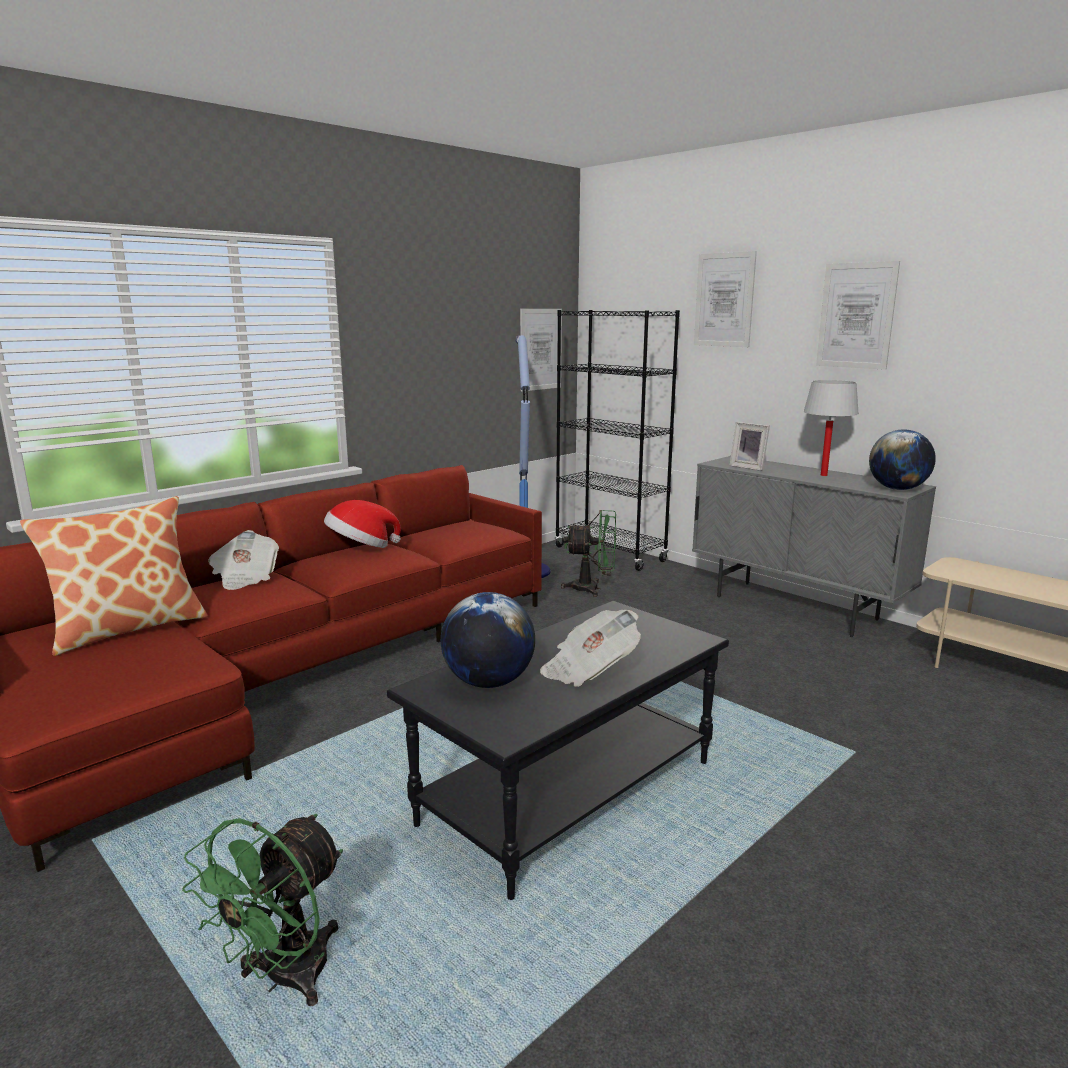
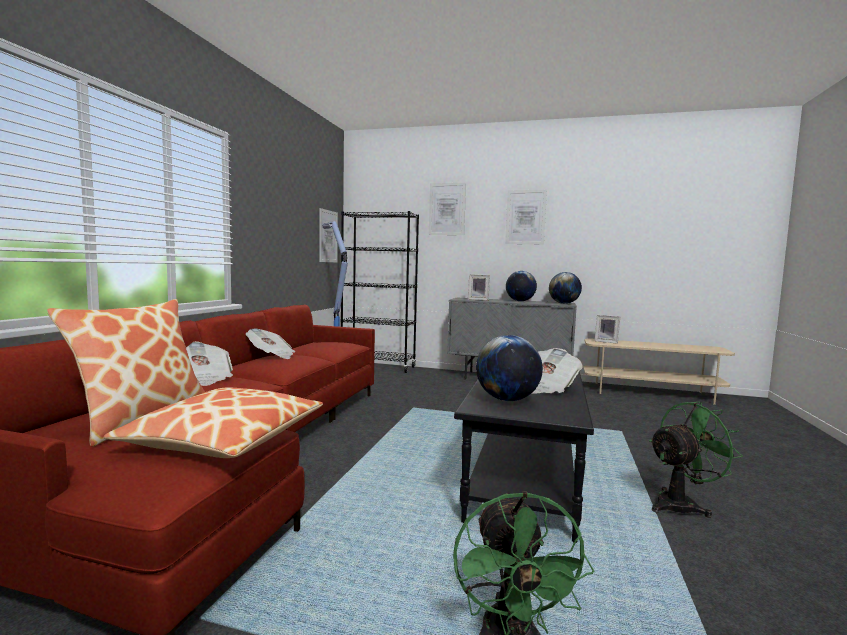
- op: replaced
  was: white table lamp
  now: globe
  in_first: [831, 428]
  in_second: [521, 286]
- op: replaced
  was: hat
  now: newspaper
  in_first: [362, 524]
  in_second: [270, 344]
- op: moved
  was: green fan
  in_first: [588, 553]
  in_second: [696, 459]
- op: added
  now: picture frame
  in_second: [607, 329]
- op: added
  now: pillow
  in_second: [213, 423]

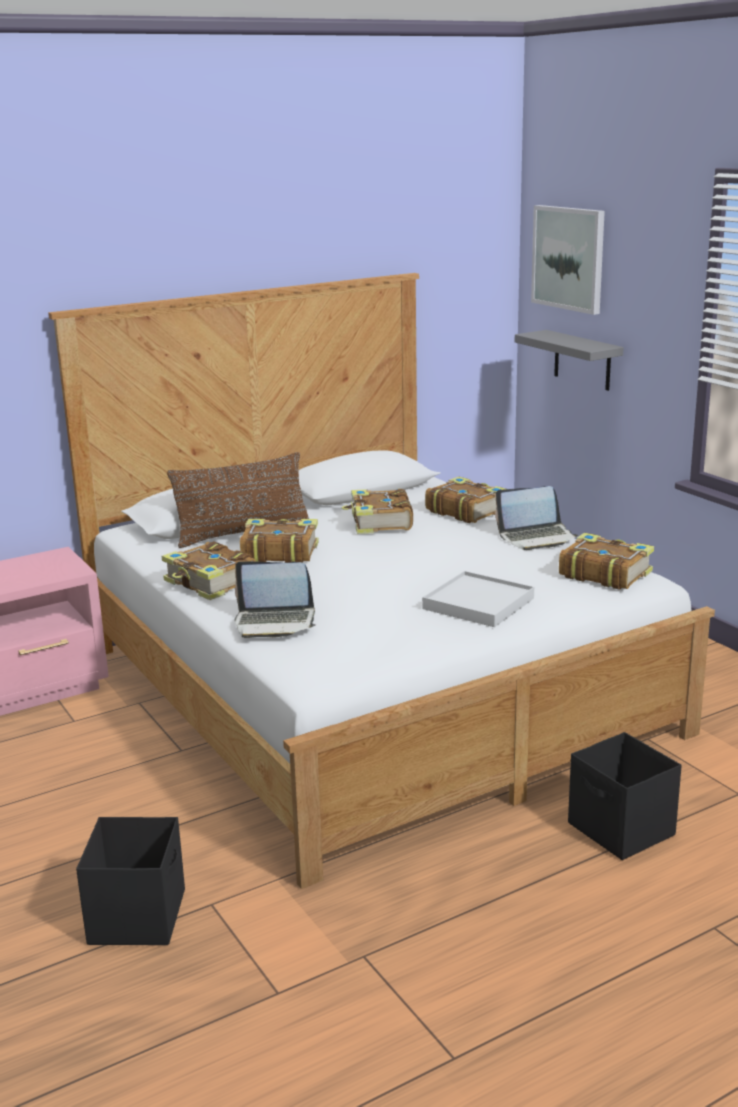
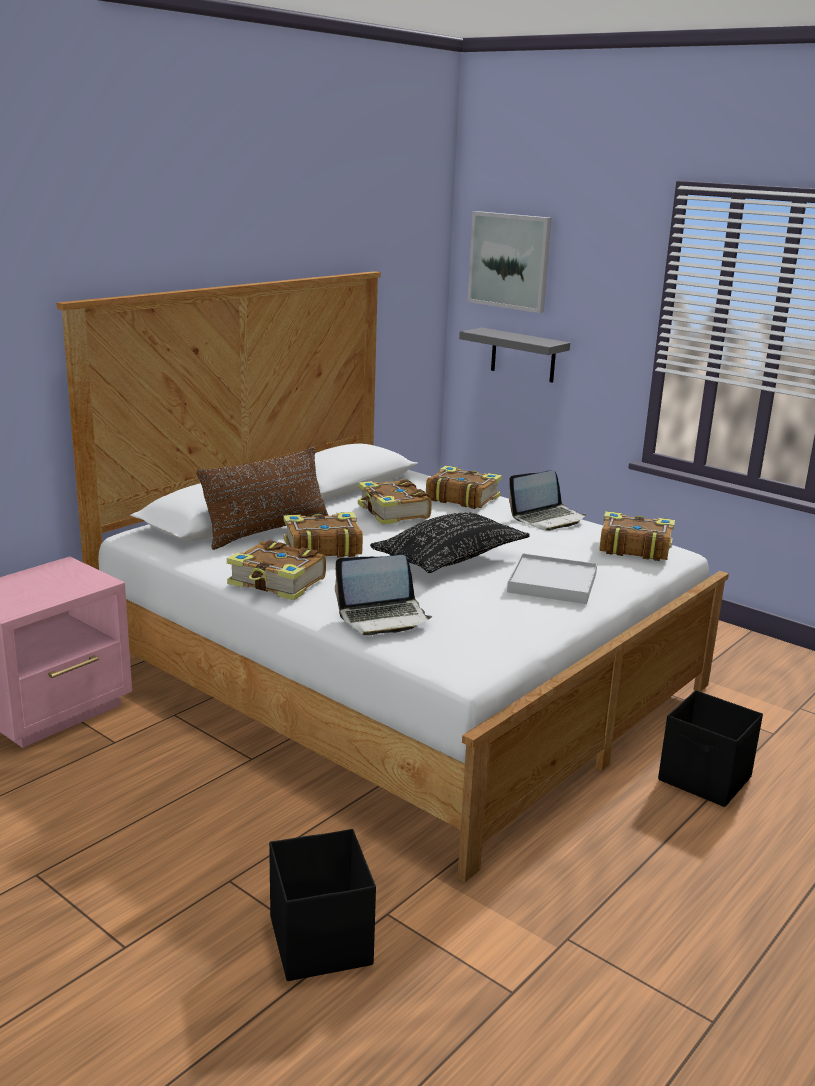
- op: added
  now: black pillow
  in_second: [449, 542]

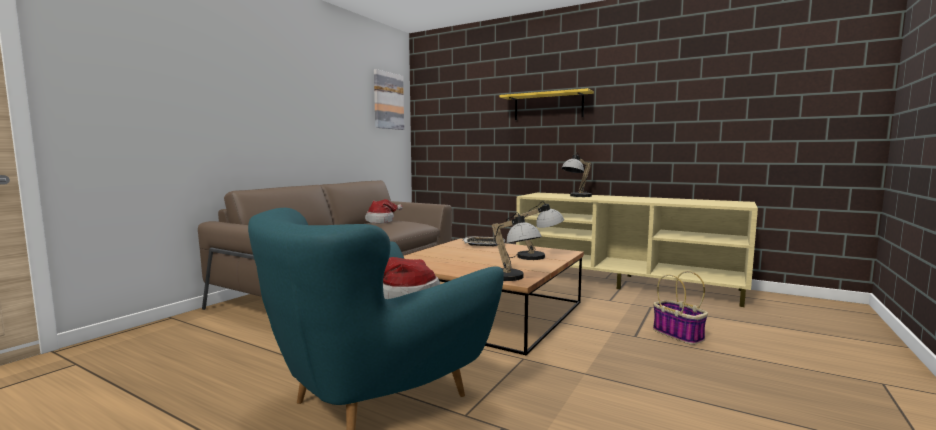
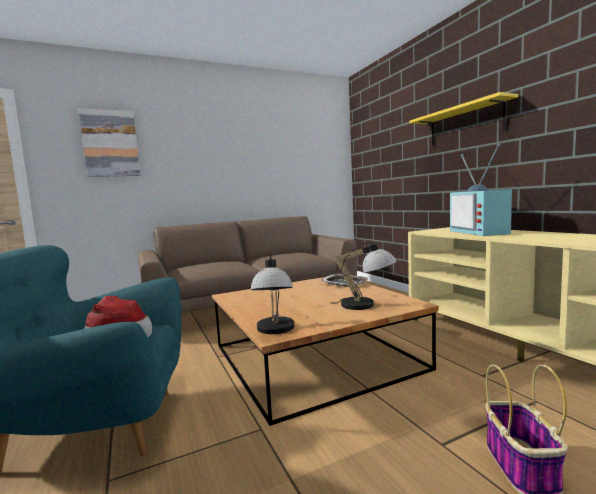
- op: moved
  was: picture
  in_first: [389, 99]
  in_second: [109, 143]
- op: replaced
  was: table lamp
  now: television
  in_first: [577, 175]
  in_second: [481, 190]
- op: removed
  was: hat
  in_first: [384, 211]

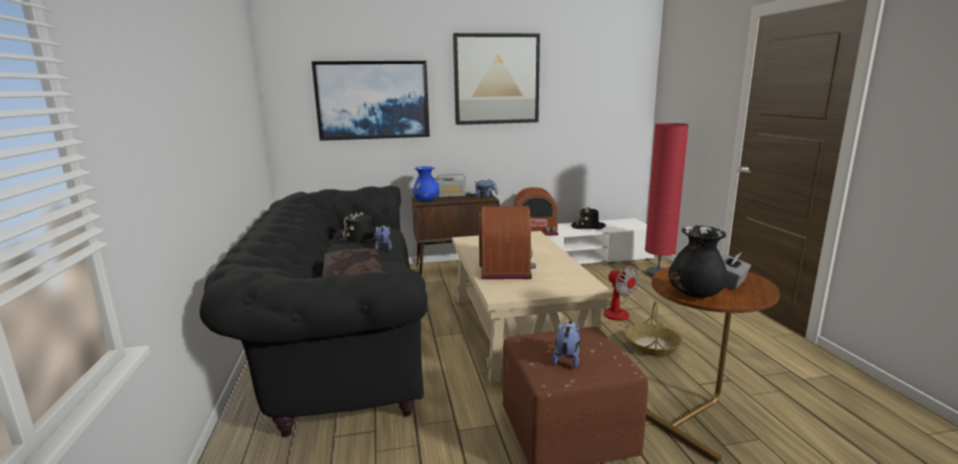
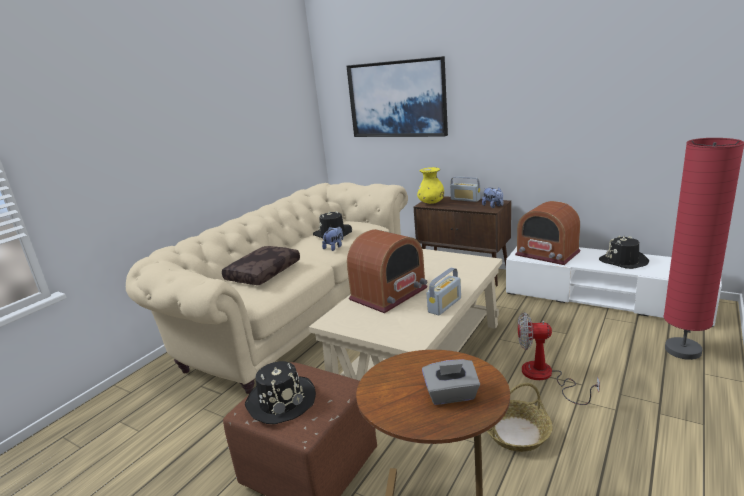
- op: removed
  was: picture
  in_first: [496, 79]
- op: recoloured
  was: blue vase
  now: yellow vase
  in_first: [426, 184]
  in_second: [430, 185]
- op: recoloured
  was: black sofa
  now: beige sofa
  in_first: [313, 311]
  in_second: [267, 288]
- op: removed
  was: black vase
  in_first: [698, 261]
- op: turned
  was: fan
  in_first: [621, 293]
  in_second: [559, 358]
  clockwise: 90
- op: replaced
  was: plush toy
  now: black hat
  in_first: [566, 344]
  in_second: [280, 392]
- op: added
  now: radio
  in_second: [443, 291]

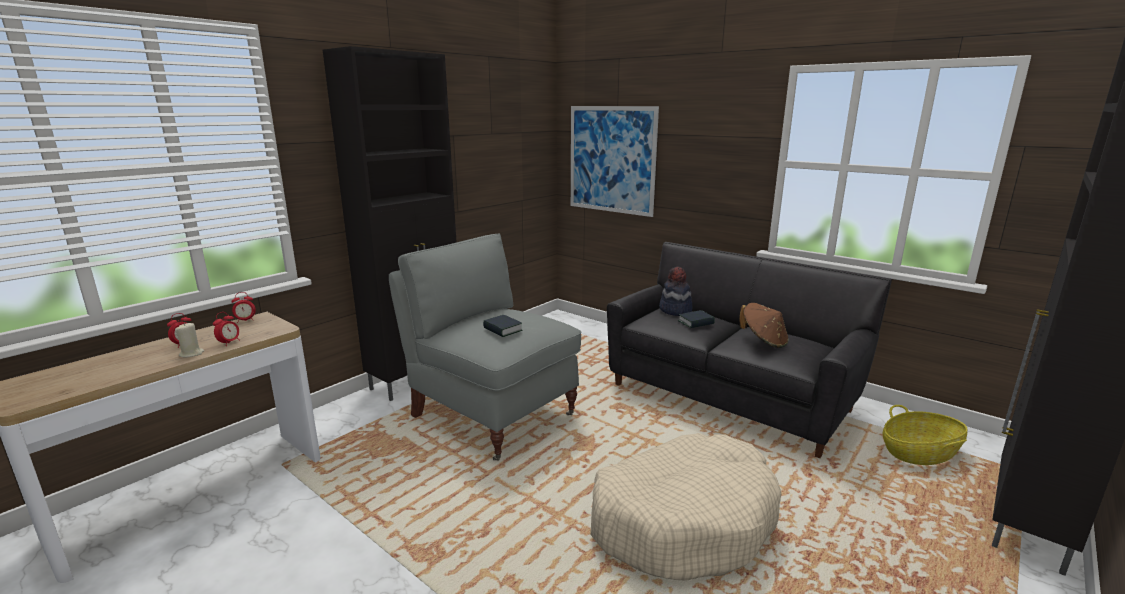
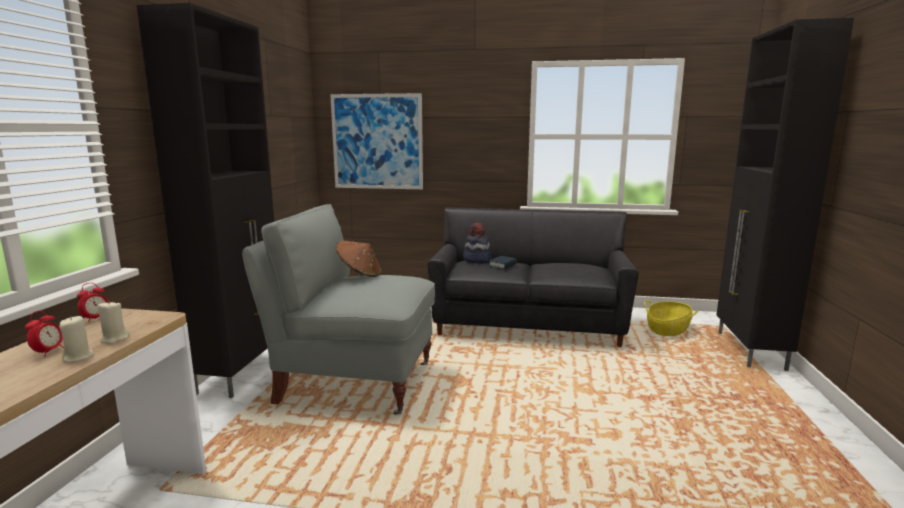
- op: moved
  was: brown hat
  in_first: [764, 325]
  in_second: [358, 259]
- op: replaced
  was: alarm clock
  now: beige candle
  in_first: [226, 328]
  in_second: [113, 322]
- op: removed
  was: book
  in_first: [503, 326]
- op: removed
  was: beige dog bed
  in_first: [685, 507]

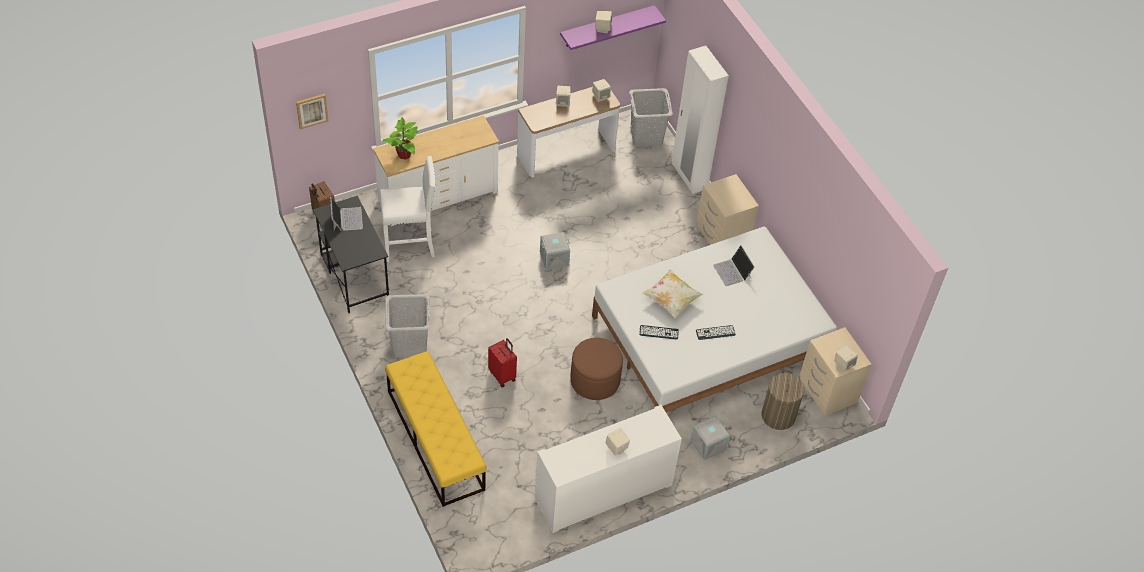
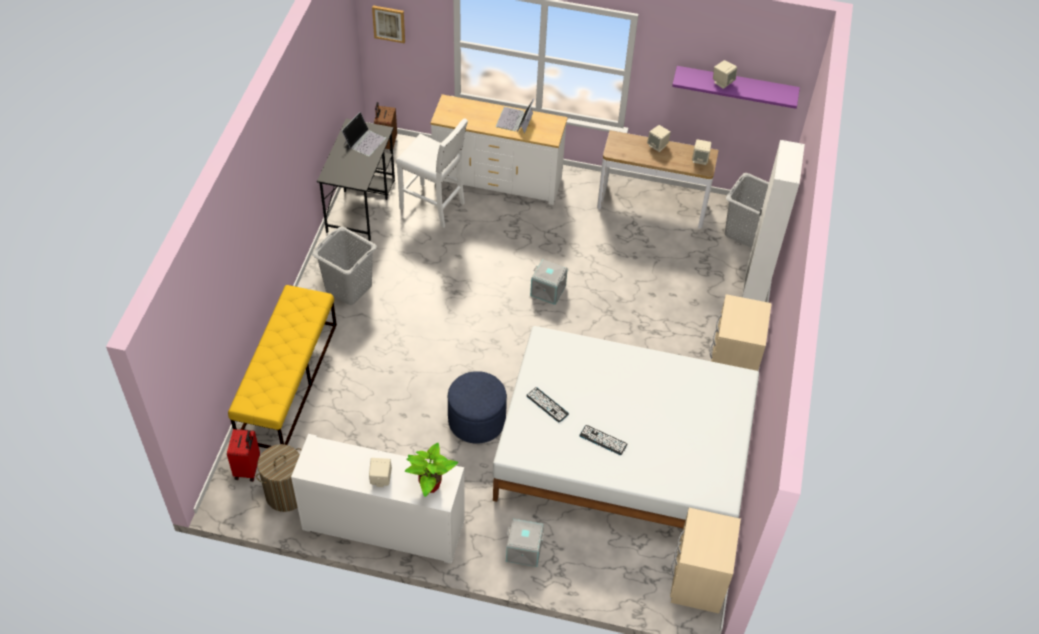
- op: moved
  was: potted plant
  in_first: [401, 138]
  in_second: [431, 470]
- op: moved
  was: laptop
  in_first: [734, 265]
  in_second: [515, 116]
- op: removed
  was: pillow
  in_first: [672, 293]
- op: moved
  was: red suitcase
  in_first: [502, 362]
  in_second: [243, 455]
- op: recoloured
  was: brown ottoman
  now: blue ottoman
  in_first: [596, 369]
  in_second: [477, 407]
- op: removed
  was: beige speaker
  in_first: [846, 359]
- op: moved
  was: laundry basket
  in_first: [783, 400]
  in_second: [279, 478]

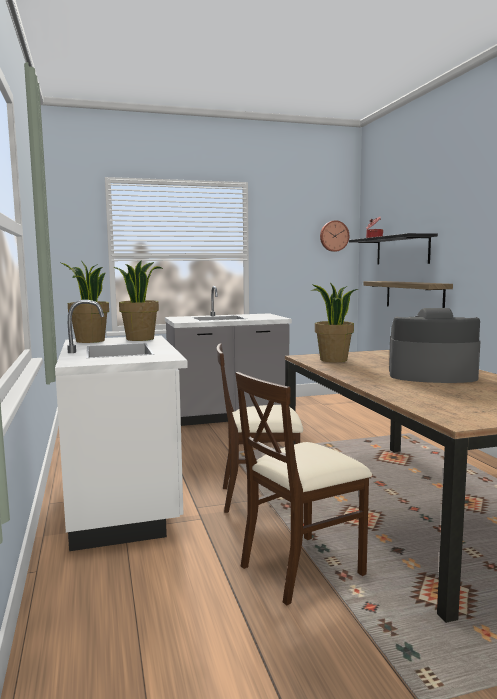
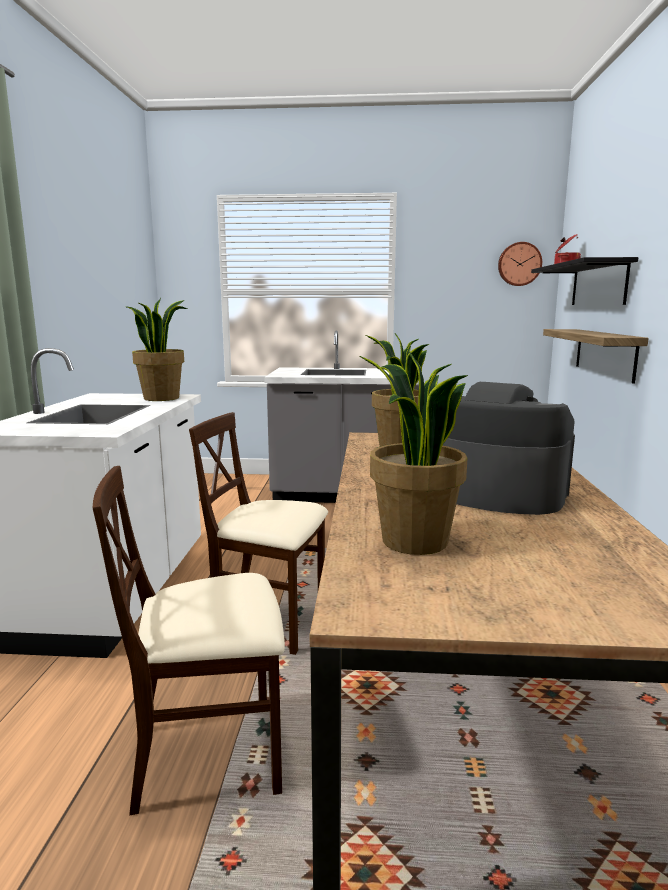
- op: moved
  was: potted plant
  in_first: [85, 302]
  in_second: [414, 453]

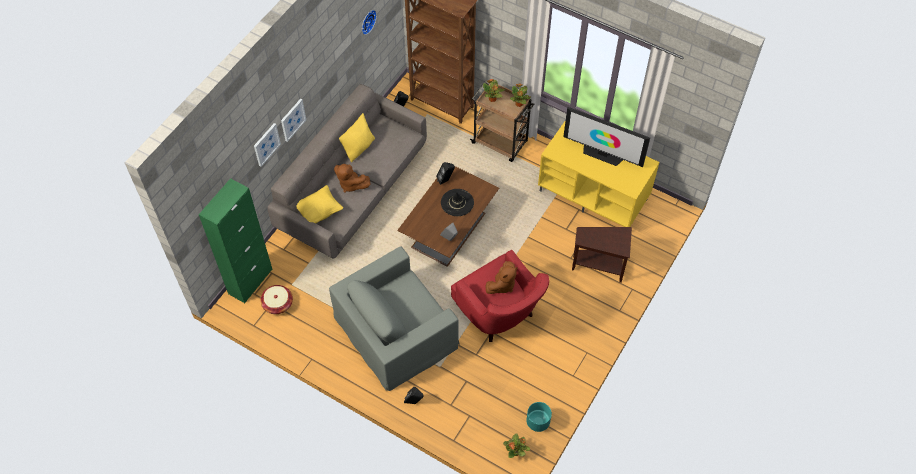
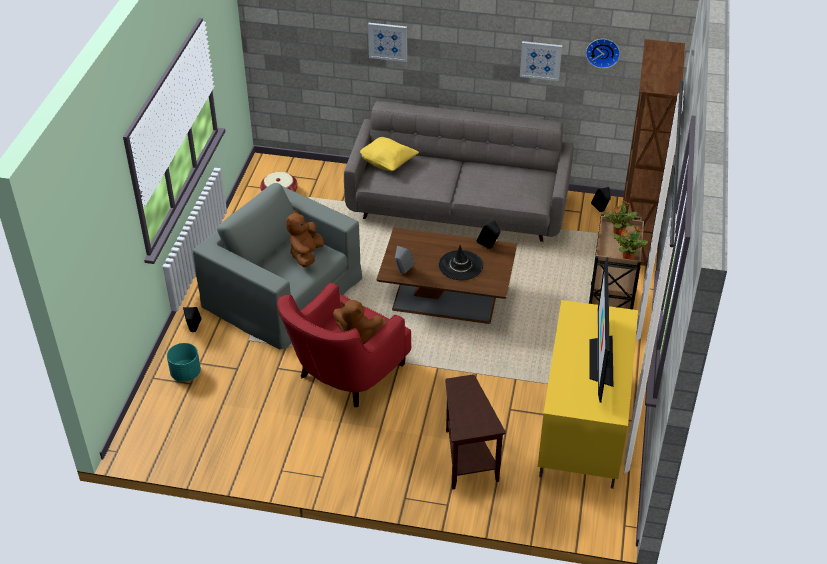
- op: moved
  was: picture
  in_first: [293, 120]
  in_second: [541, 61]
- op: removed
  was: yellow pillow
  in_first: [357, 137]
- op: moved
  was: brown plush toy
  in_first: [352, 178]
  in_second: [305, 238]
- op: removed
  was: green cabinet
  in_first: [236, 240]
- op: moved
  was: turquoise planter
  in_first: [539, 417]
  in_second: [184, 362]
- op: removed
  was: potted plant
  in_first: [516, 446]

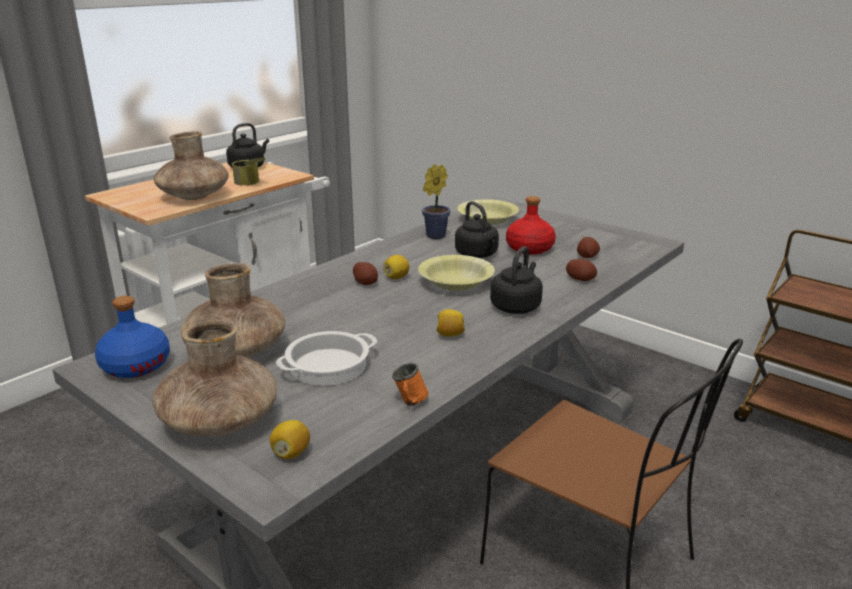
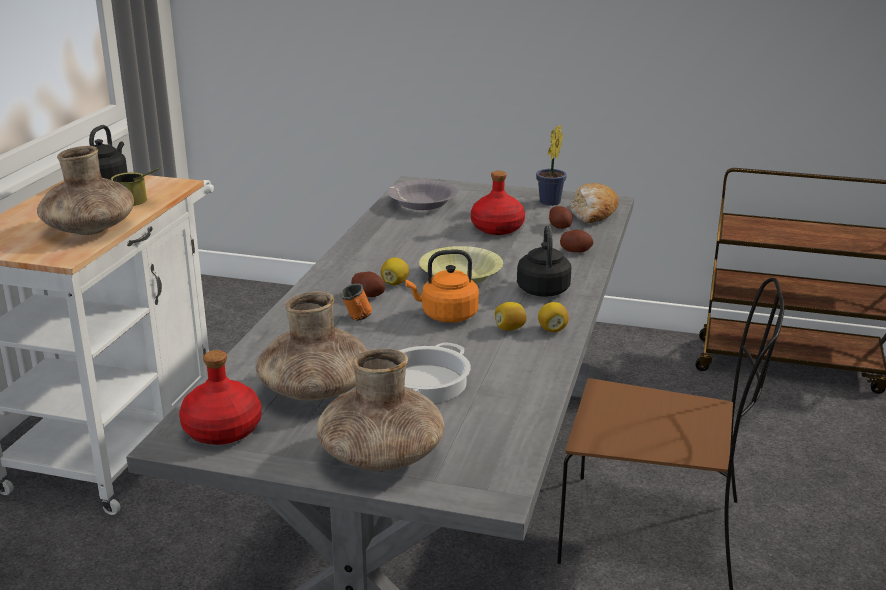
- op: moved
  was: potted plant
  in_first: [436, 201]
  in_second: [551, 165]
- op: recoloured
  was: yellow bowl
  now: grey bowl
  in_first: [488, 212]
  in_second: [422, 195]
- op: removed
  was: black kettle
  in_first: [477, 229]
- op: recoloured
  was: blue bottle
  now: red bottle
  in_first: [132, 337]
  in_second: [220, 397]
- op: moved
  was: orange mug
  in_first: [410, 384]
  in_second: [356, 302]
- op: moved
  was: lemon
  in_first: [290, 439]
  in_second: [553, 317]
- op: added
  now: bread
  in_second: [594, 203]
- op: added
  now: orange kettle
  in_second: [442, 286]

